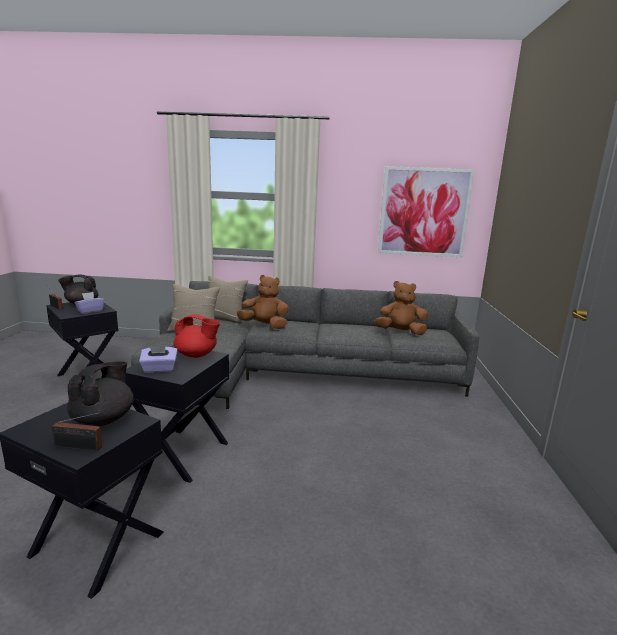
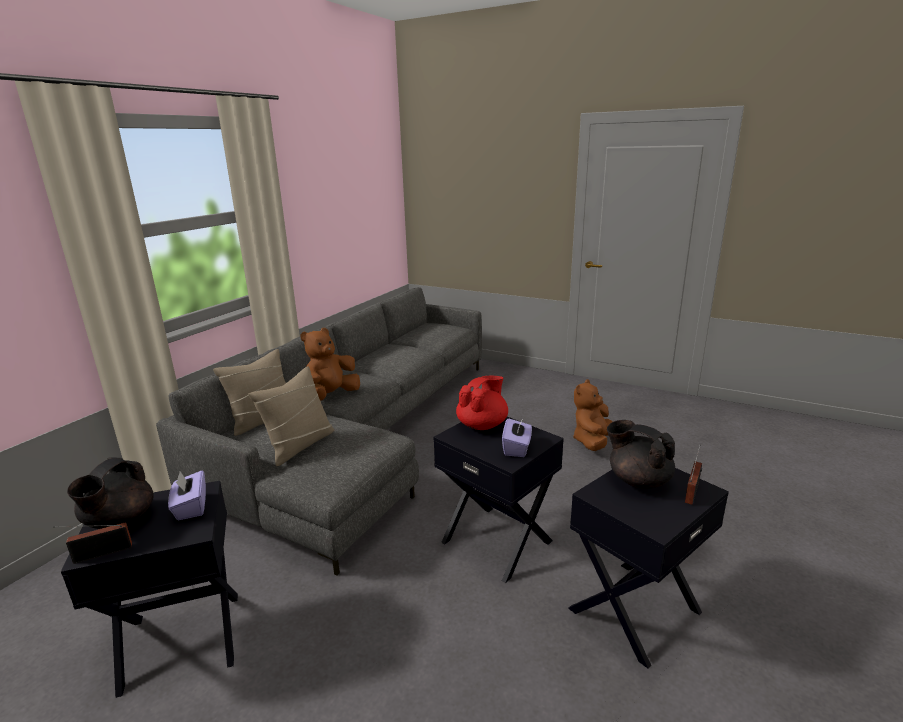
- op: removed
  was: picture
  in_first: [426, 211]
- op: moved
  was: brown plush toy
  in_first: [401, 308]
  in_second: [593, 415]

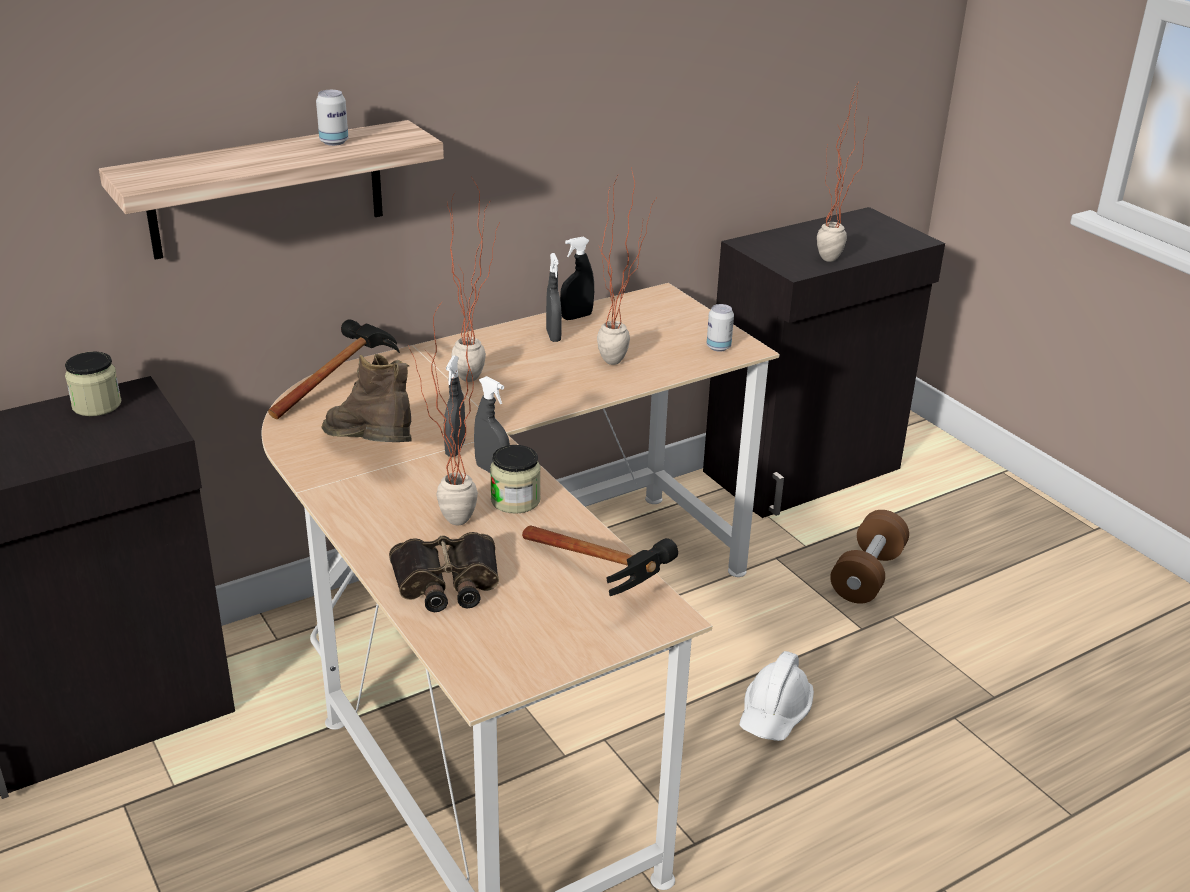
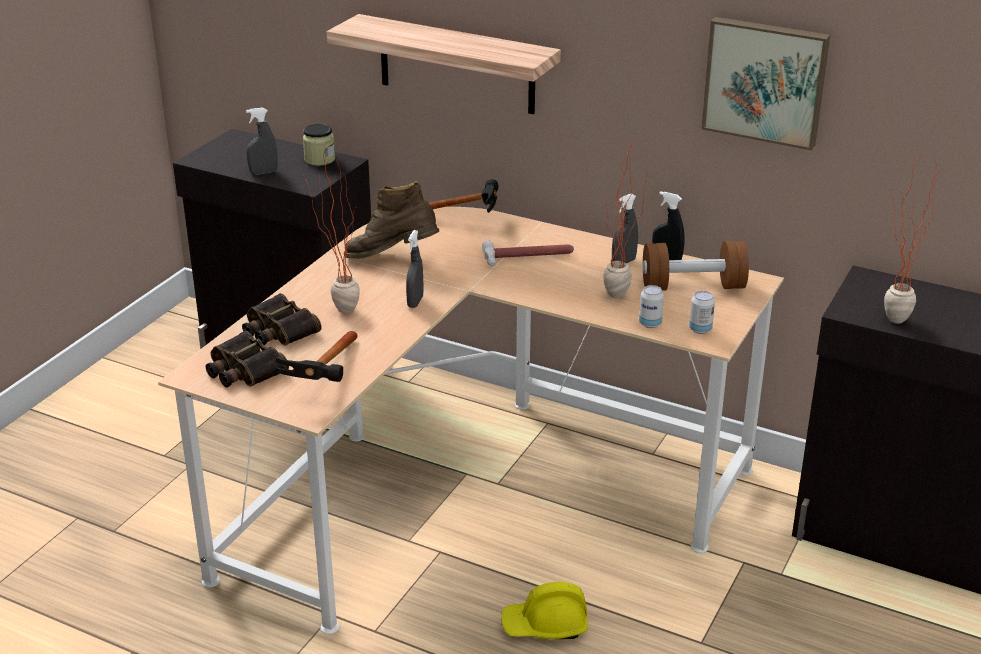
- op: moved
  was: can
  in_first: [332, 118]
  in_second: [651, 306]
- op: replaced
  was: potted plant
  now: hammer
  in_first: [473, 278]
  in_second: [528, 253]
- op: turned
  was: brown boot
  in_first: [366, 398]
  in_second: [391, 220]
  clockwise: -105
- op: moved
  was: grey spray bottle
  in_first: [454, 406]
  in_second: [262, 141]
- op: removed
  was: jar
  in_first: [515, 479]
- op: moved
  was: brown dumbbell
  in_first: [869, 557]
  in_second: [696, 266]
- op: recoloured
  was: white hard hat
  now: yellow hard hat
  in_first: [776, 696]
  in_second: [544, 610]
- op: added
  now: picture
  in_second: [765, 83]
- op: added
  now: binoculars
  in_second: [247, 359]

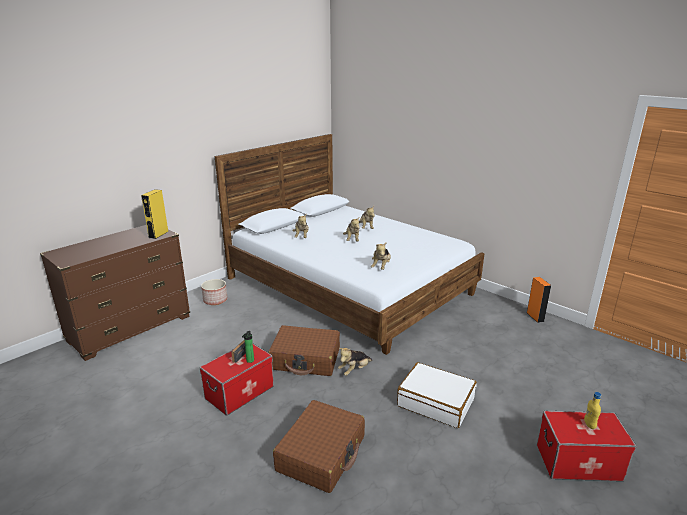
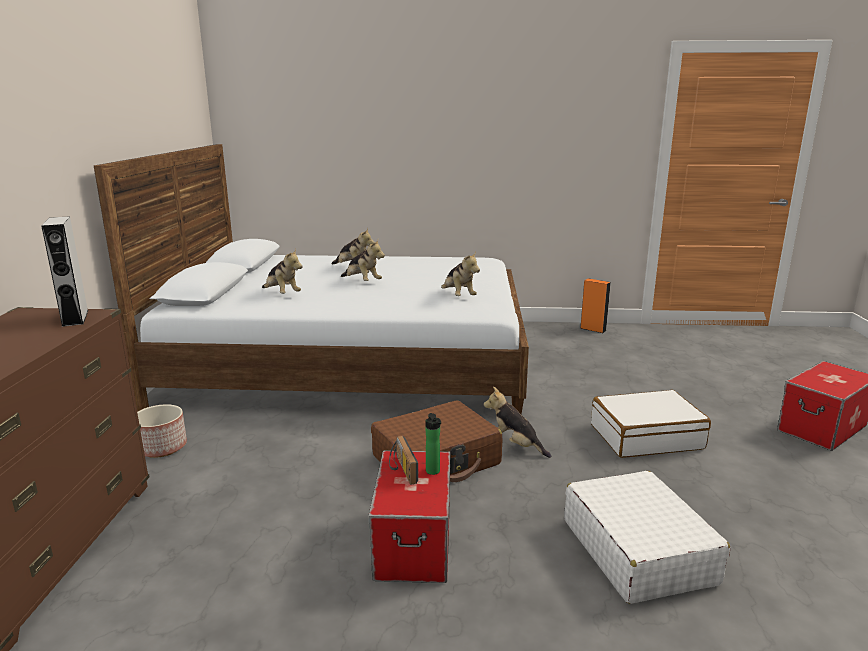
- op: recoloured
  was: yellow speaker
  now: grey speaker
  in_first: [154, 214]
  in_second: [64, 271]
- op: turned
  was: plush toy
  in_first: [355, 362]
  in_second: [517, 422]
  clockwise: 120
- op: removed
  was: yellow bottle
  in_first: [592, 410]
- op: recoloured
  was: brown suitcase
  now: white suitcase
  in_first: [319, 446]
  in_second: [647, 537]

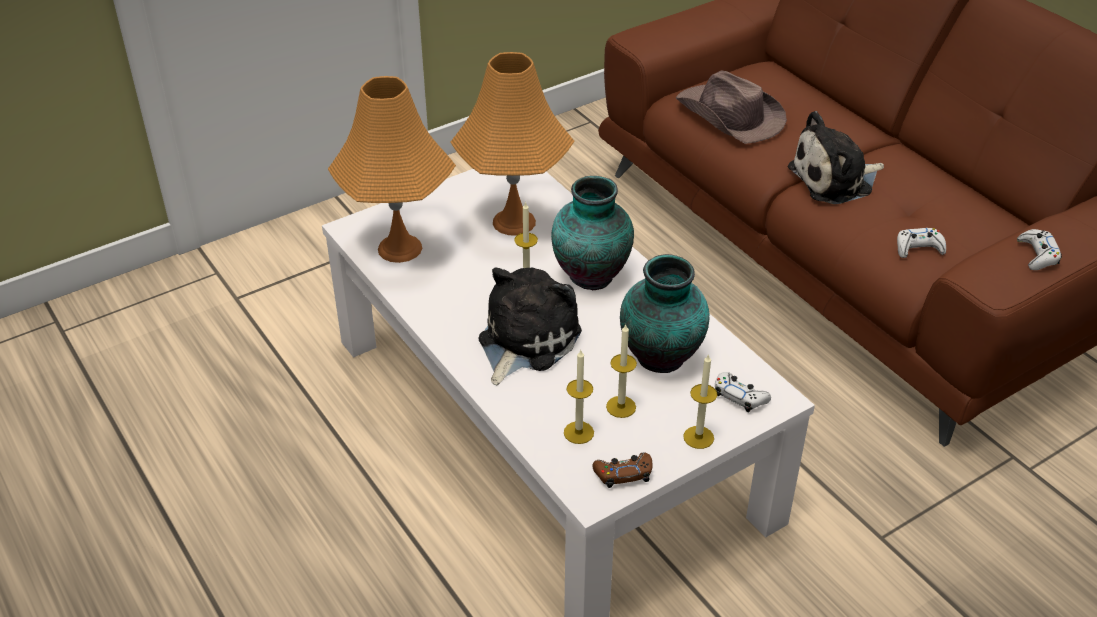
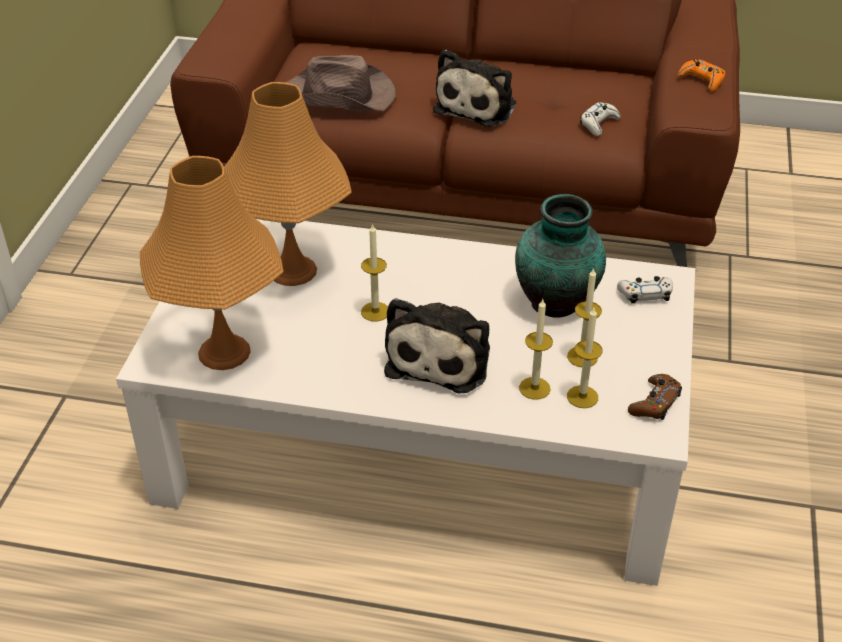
- op: removed
  was: vase
  in_first: [592, 233]
- op: recoloured
  was: white game controller
  now: orange game controller
  in_first: [1039, 249]
  in_second: [701, 75]
- op: turned
  was: plush toy
  in_first: [530, 326]
  in_second: [437, 346]
  clockwise: -150
- op: moved
  was: candle
  in_first: [700, 401]
  in_second: [536, 349]

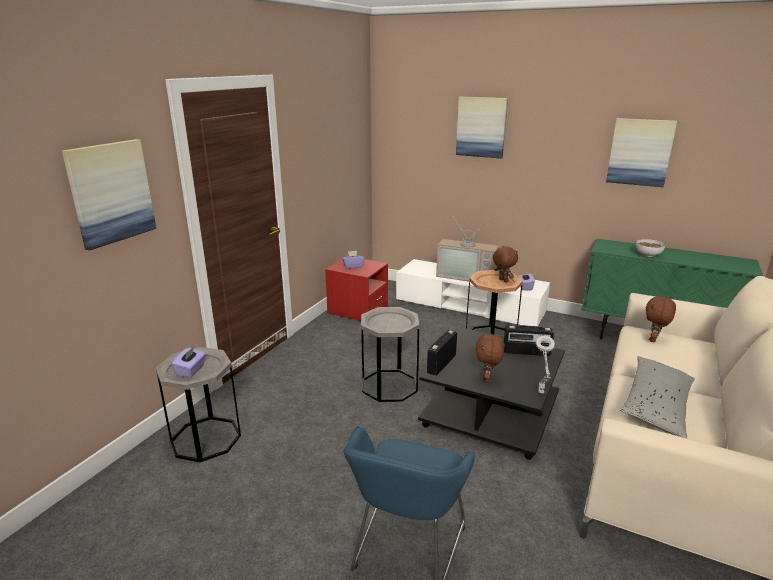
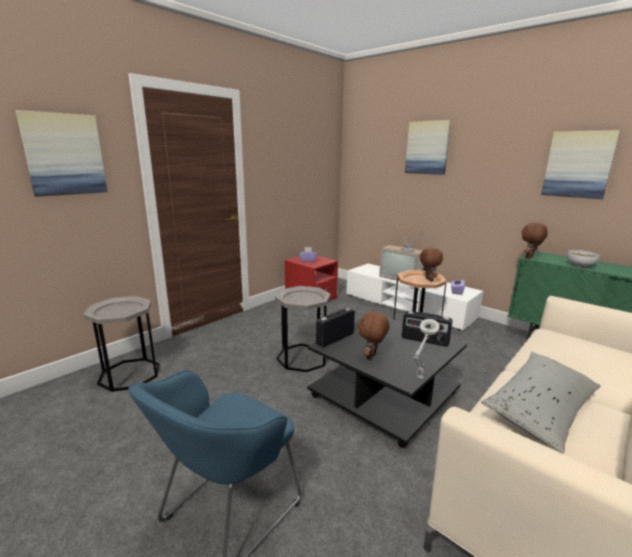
- op: moved
  was: brown plush toy
  in_first: [660, 318]
  in_second: [535, 240]
- op: removed
  was: purple tissue box
  in_first: [188, 362]

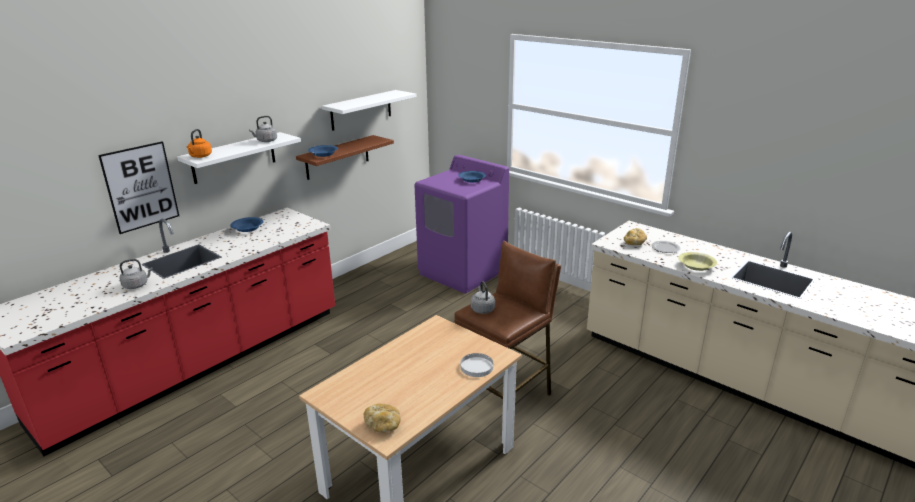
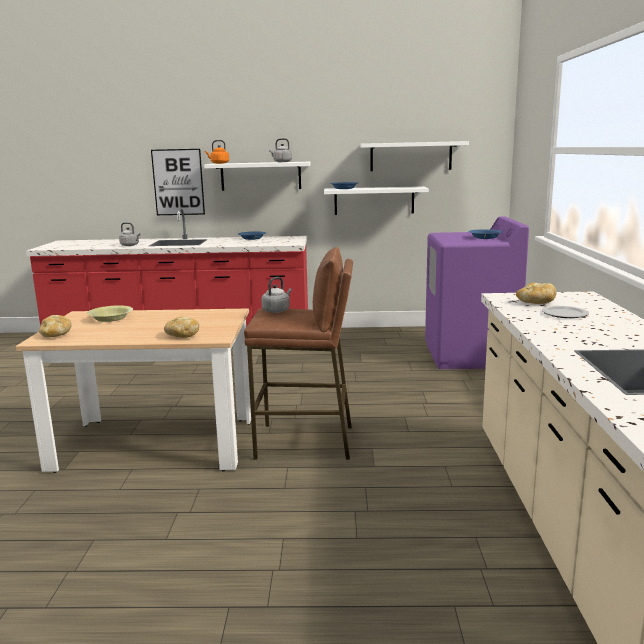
- op: recoloured
  was: brown shelf
  now: white shelf
  in_first: [345, 157]
  in_second: [376, 200]
- op: moved
  was: yellow bowl
  in_first: [697, 261]
  in_second: [110, 313]
- op: replaced
  was: white plate
  now: bread
  in_first: [476, 365]
  in_second: [181, 327]

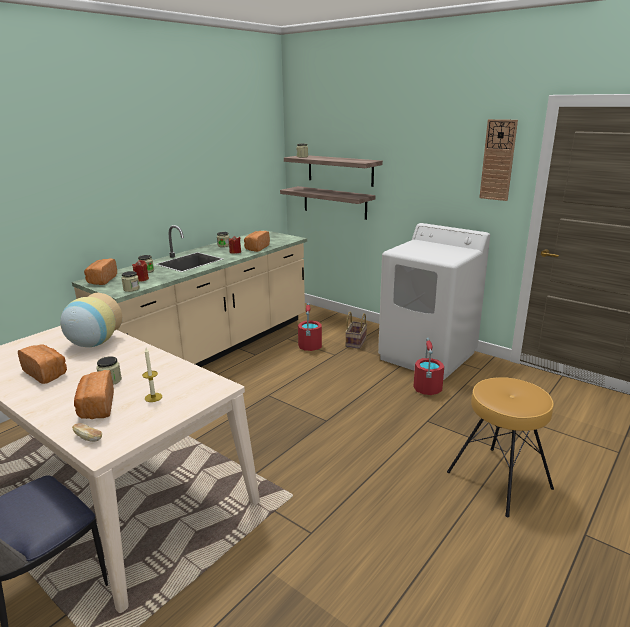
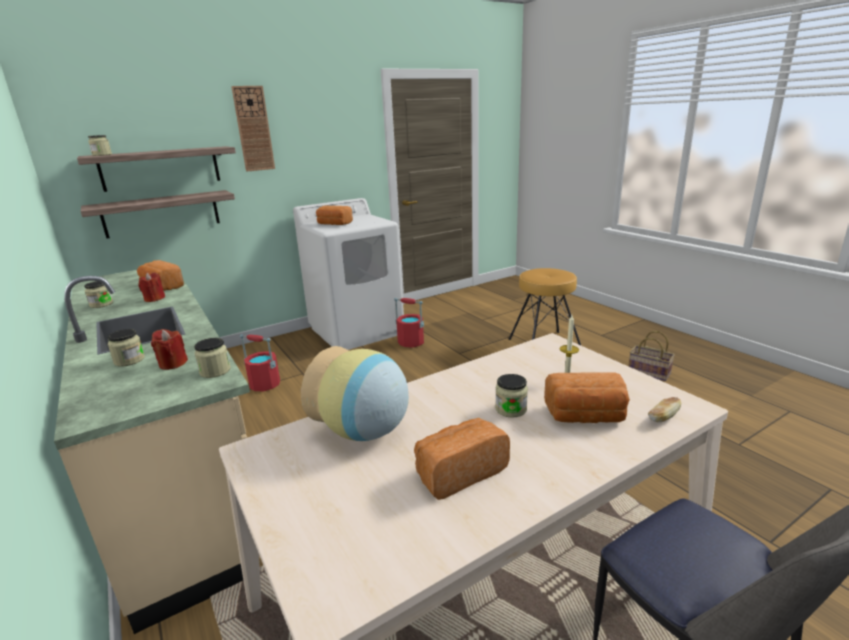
- op: moved
  was: wall clock
  in_first: [498, 160]
  in_second: [253, 128]
- op: moved
  was: bread
  in_first: [100, 271]
  in_second: [334, 215]
- op: moved
  was: basket
  in_first: [356, 330]
  in_second: [651, 356]

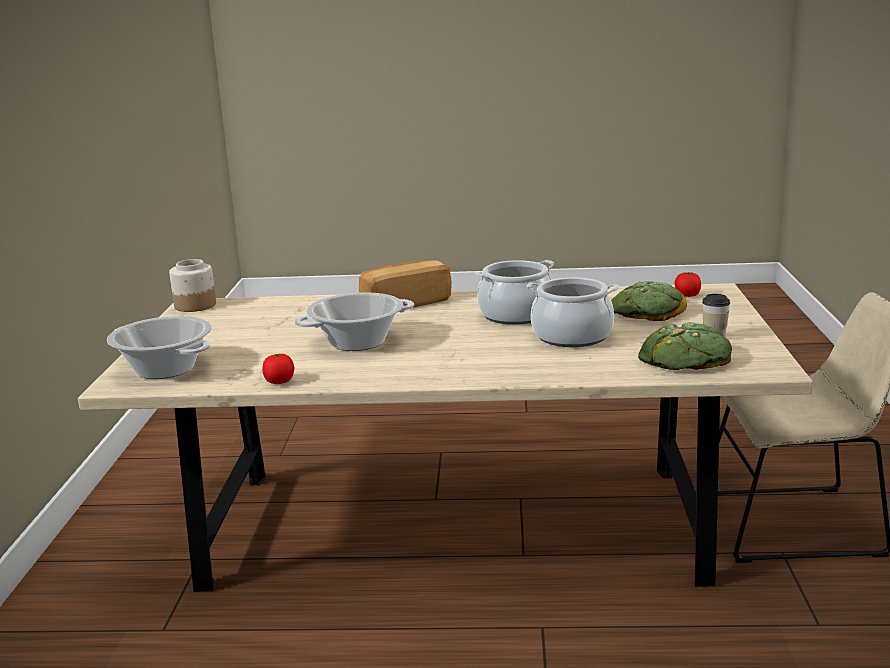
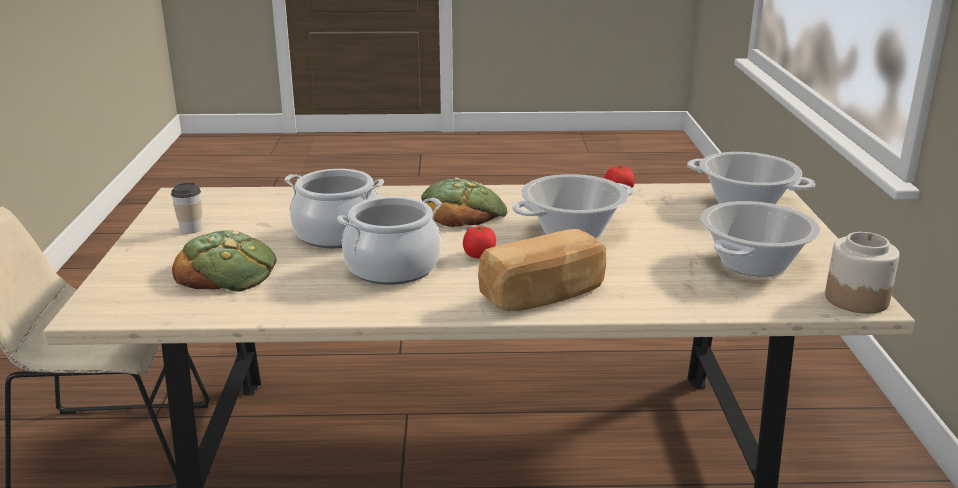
- op: moved
  was: tomato
  in_first: [688, 284]
  in_second: [479, 242]
- op: moved
  was: bread
  in_first: [685, 346]
  in_second: [464, 202]
- op: added
  now: cooking pot
  in_second: [760, 238]

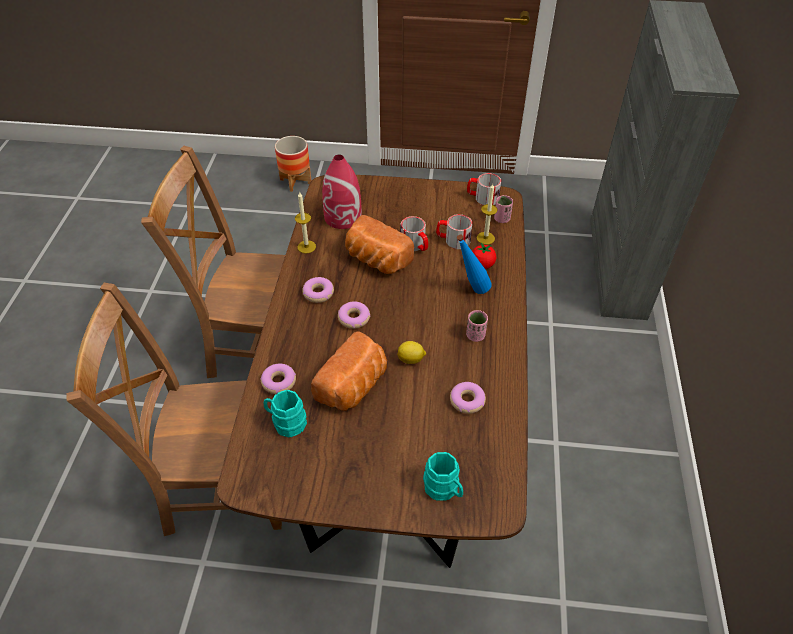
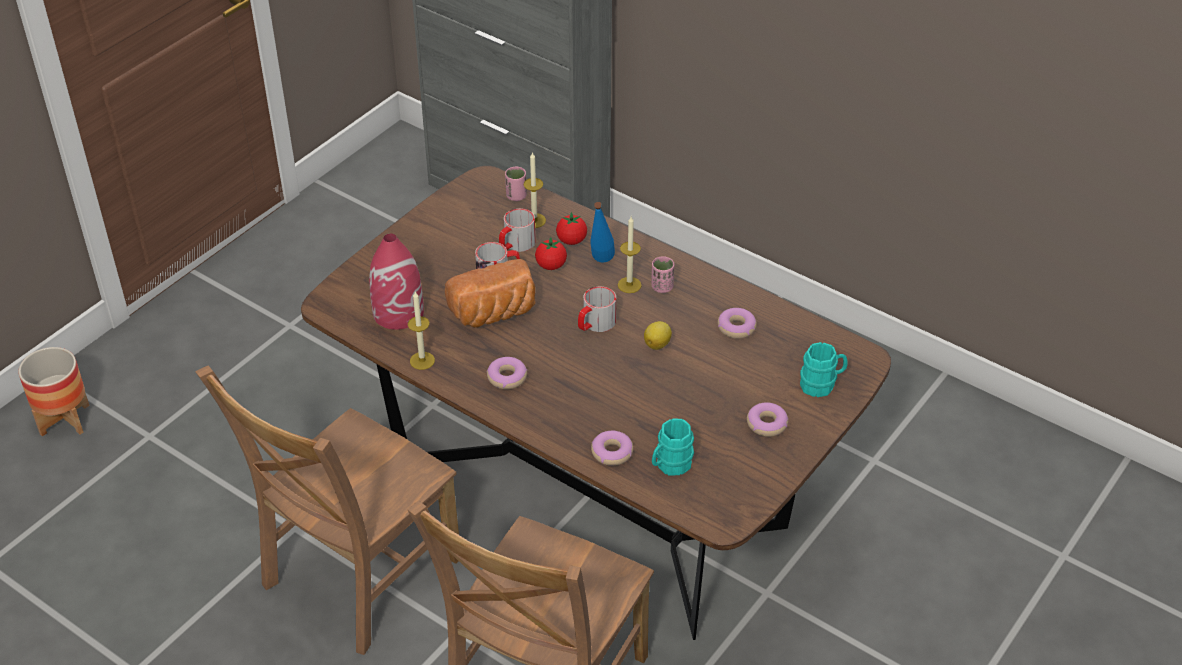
- op: moved
  was: mug
  in_first: [484, 189]
  in_second: [597, 309]
- op: moved
  was: donut
  in_first: [354, 315]
  in_second: [767, 419]
- op: removed
  was: bread
  in_first: [349, 371]
- op: added
  now: candle
  in_second: [630, 255]
- op: added
  now: tomato
  in_second: [551, 253]

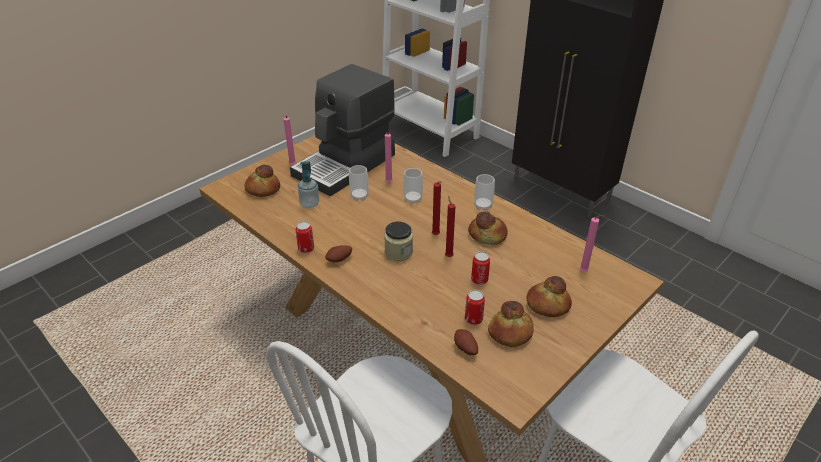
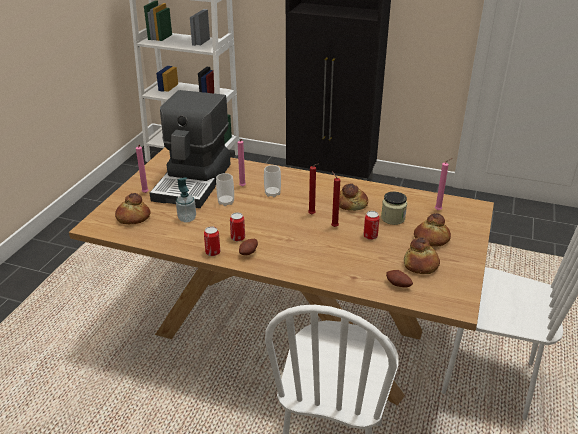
- op: removed
  was: cup
  in_first: [484, 192]
- op: moved
  was: jar
  in_first: [398, 241]
  in_second: [394, 208]
- op: moved
  was: can
  in_first: [475, 307]
  in_second: [237, 226]

